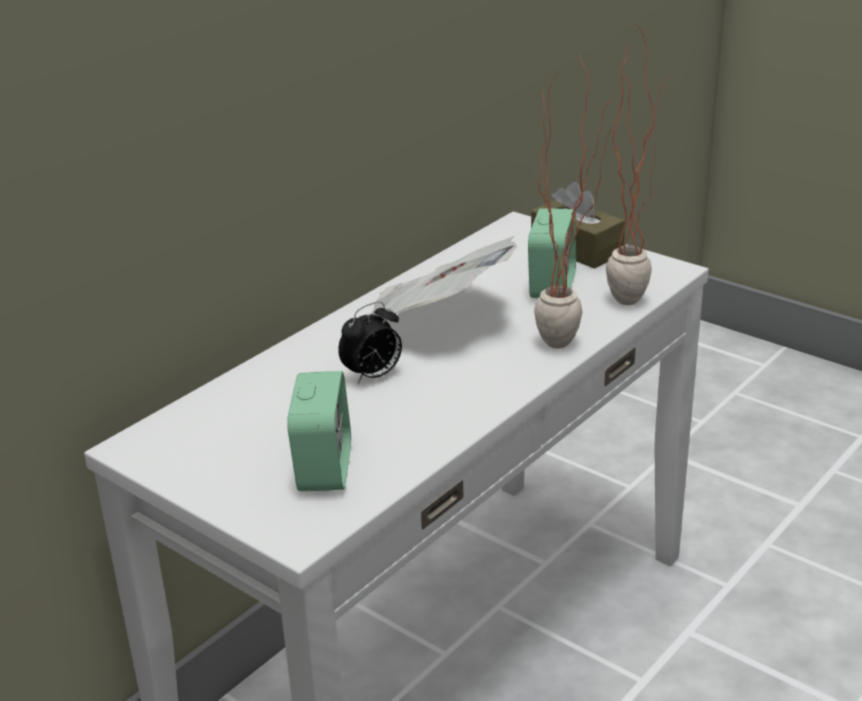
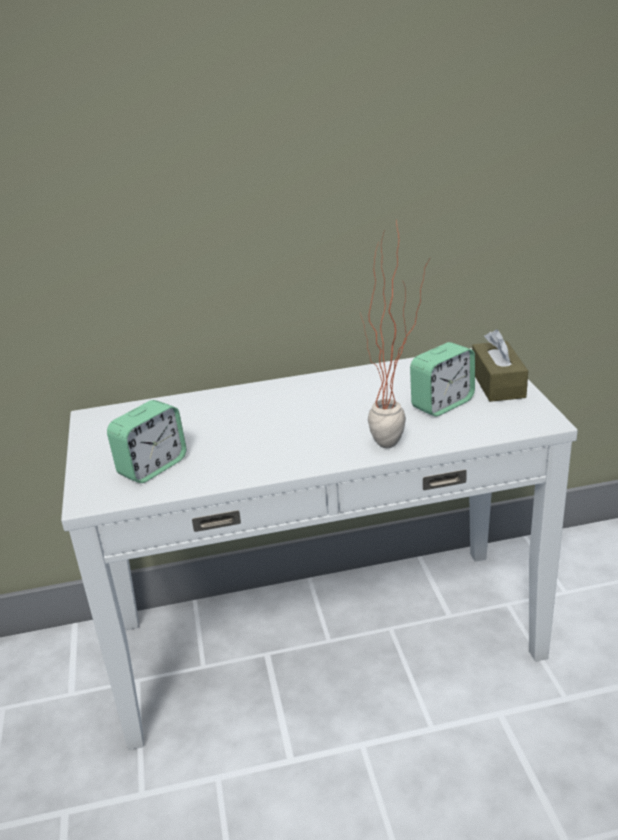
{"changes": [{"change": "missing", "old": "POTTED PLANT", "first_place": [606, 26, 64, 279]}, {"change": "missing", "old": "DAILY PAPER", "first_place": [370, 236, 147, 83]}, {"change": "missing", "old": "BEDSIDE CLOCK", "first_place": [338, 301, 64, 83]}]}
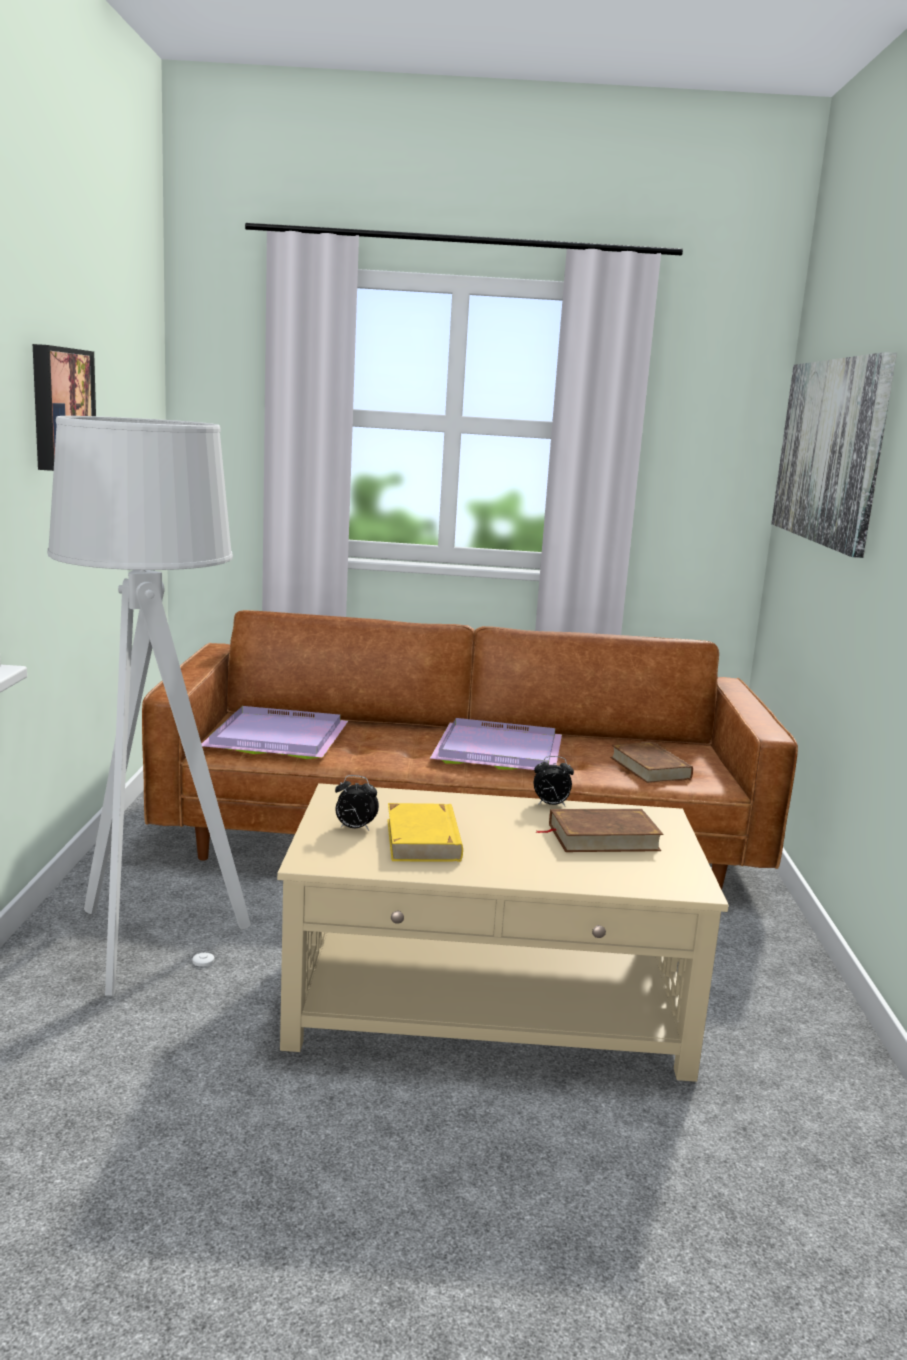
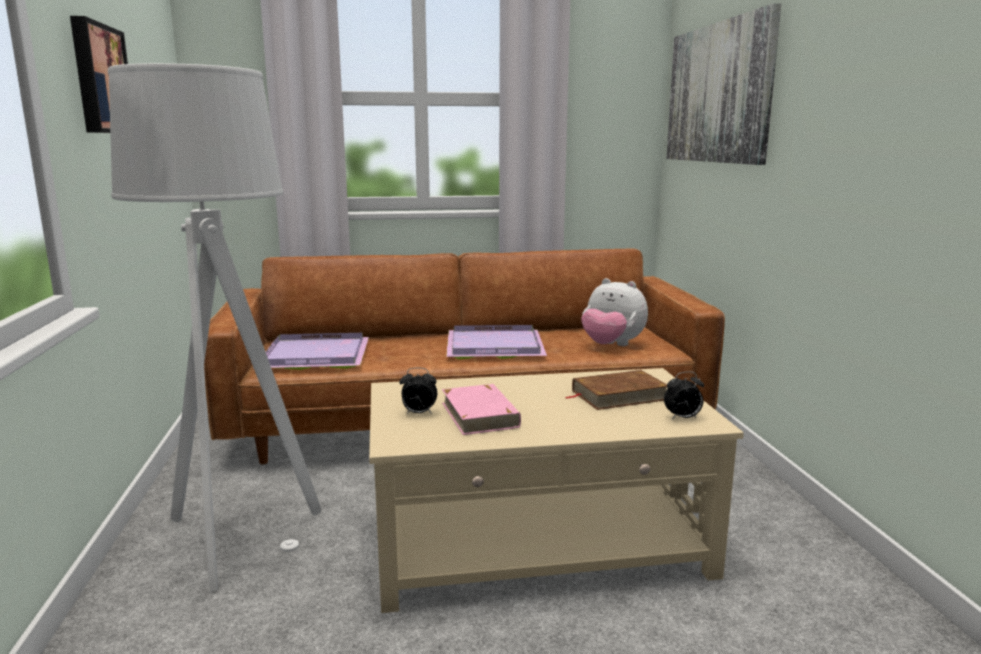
{"changes": [{"change": "exchanged", "old": "BROWN VOLUME", "new": "SOFT TOY", "first_place": [610, 742, 83, 41], "second_place": [581, 278, 67, 68]}, {"change": "relocated", "old": "BEDSIDE CLOCK", "first_place": [534, 756, 40, 50], "second_place": [664, 371, 40, 49]}, {"change": "colour", "old": "YELLOW-COLOURED VOLUME", "new": "PINKISH VOLUME", "first_place": [387, 803, 76, 59], "second_place": [442, 384, 79, 51]}]}
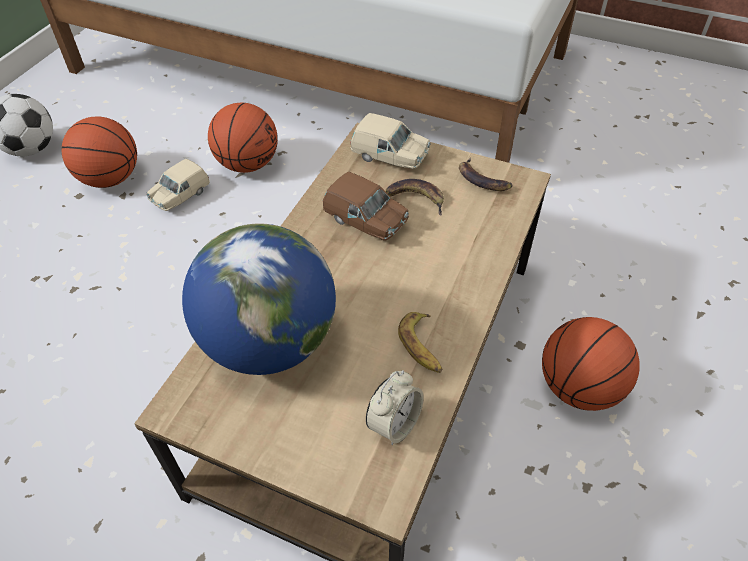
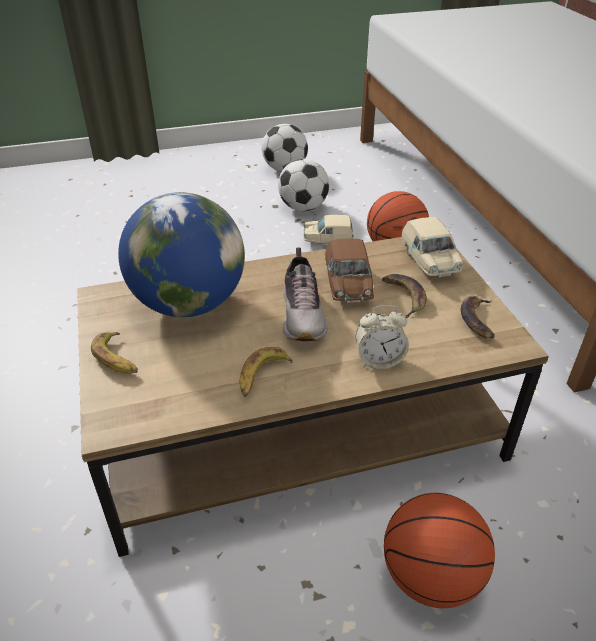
{"changes": [{"change": "exchanged", "old": "BASKETBALL BALL", "new": "FOOTBALL", "first_place": [62, 116, 75, 72], "second_place": [278, 159, 51, 52]}, {"change": "relocated", "old": "BEDSIDE CLOCK", "first_place": [366, 370, 58, 75], "second_place": [356, 305, 53, 64]}, {"change": "appeared", "new": "SHOE", "second_place": [283, 248, 45, 93]}, {"change": "appeared", "new": "WHOLE BANANA", "second_place": [91, 332, 47, 41]}]}
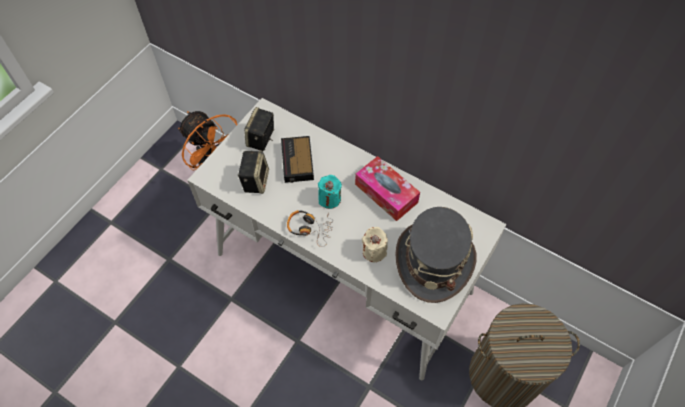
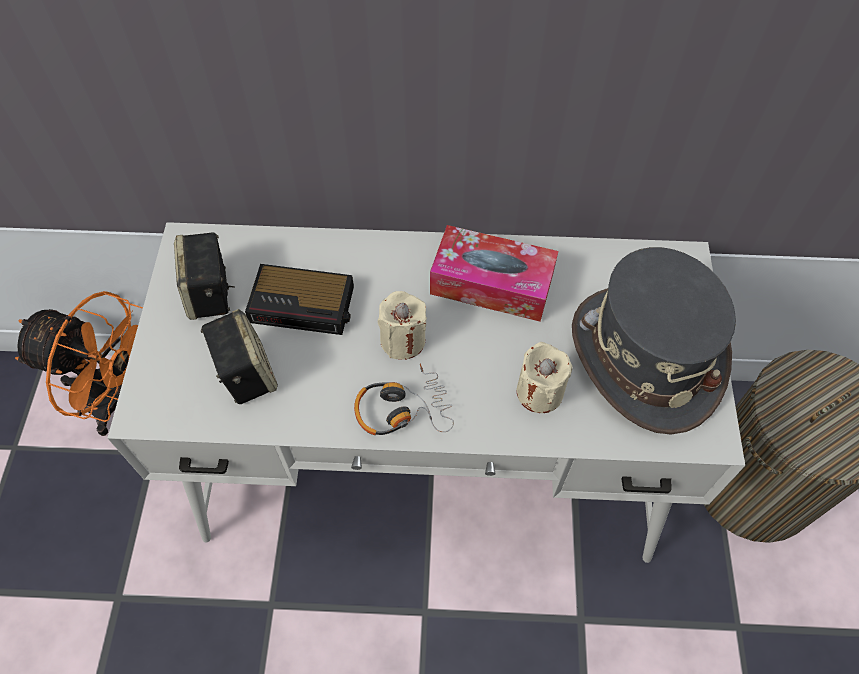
{"changes": [{"change": "spun", "old": "BEDSIDE CLOCK", "first_place": [281, 136, 33, 47], "second_place": [245, 264, 109, 71], "degrees": -45}, {"change": "colour", "old": "TURQUOISE-COLOURED WAX CANDLE", "new": "BEIGE WAX CANDLE", "first_place": [318, 175, 24, 34], "second_place": [378, 291, 49, 69]}]}
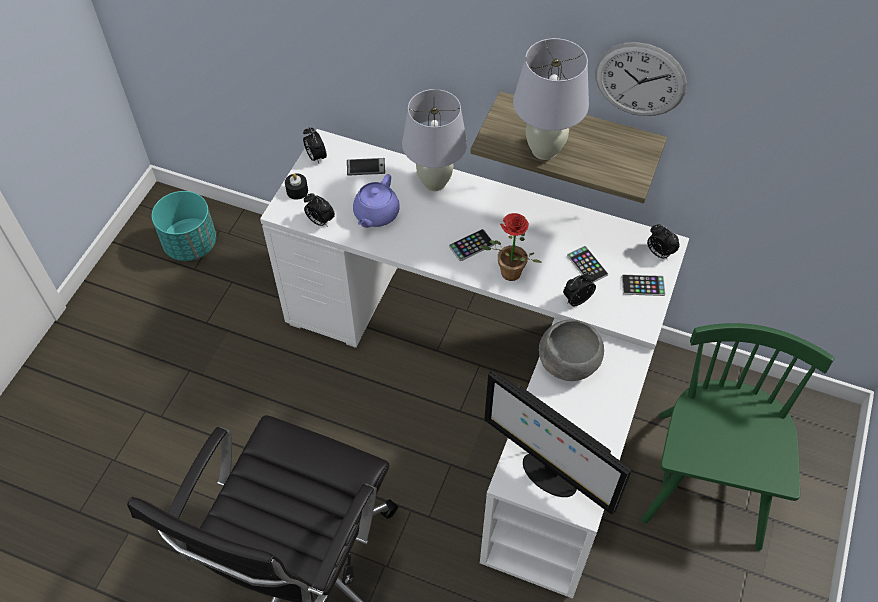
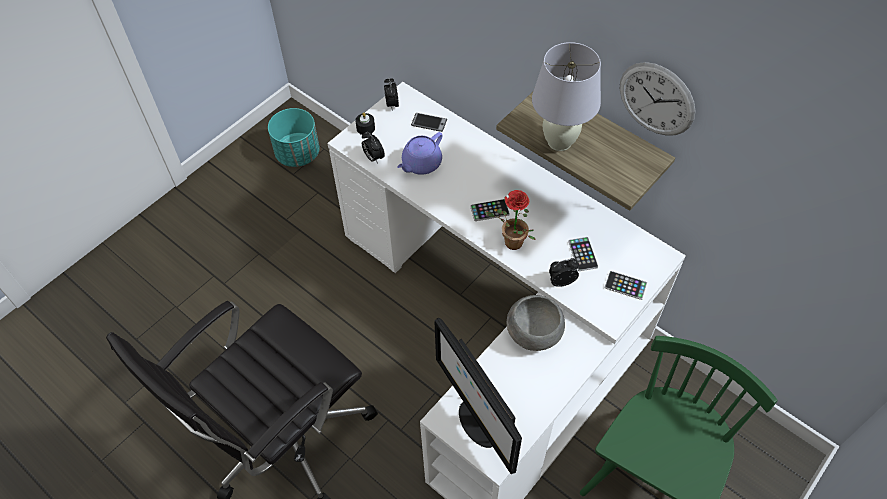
{"changes": [{"change": "missing", "old": "WHITE LAMP FOR A TABLE", "first_place": [402, 89, 65, 102]}, {"change": "missing", "old": "BEDSIDE CLOCK", "first_place": [647, 224, 32, 35]}]}
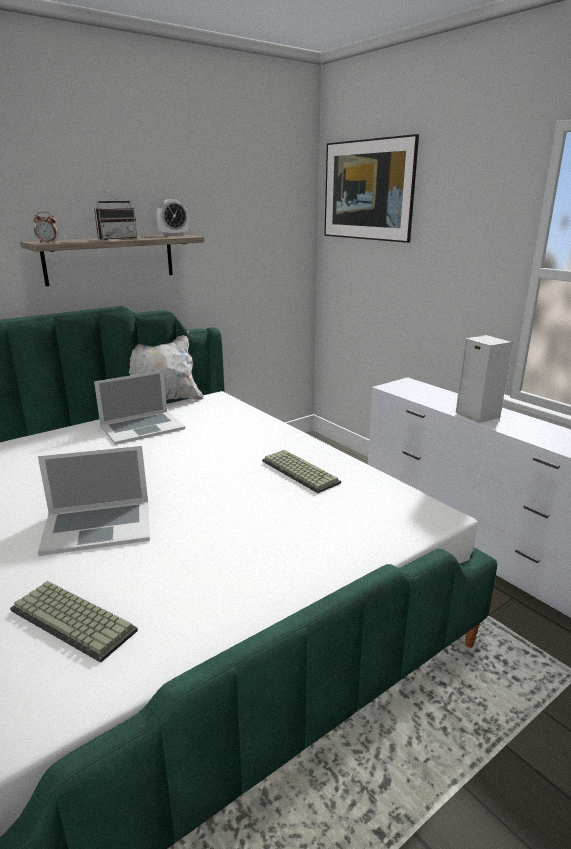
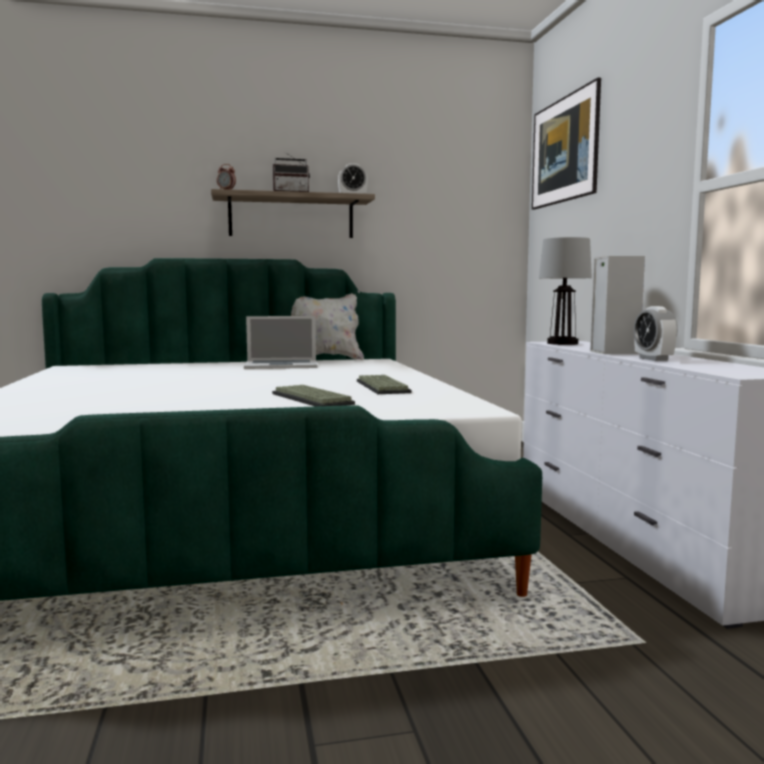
{"changes": [{"change": "missing", "old": "NOTEBOOK COMPUTER", "first_place": [38, 446, 112, 110]}, {"change": "relocated", "old": "COMPUTER KEYBOARD", "first_place": [10, 581, 128, 82], "second_place": [272, 385, 83, 21]}, {"change": "appeared", "new": "LAMP FOR A TABLE", "second_place": [539, 237, 53, 108]}, {"change": "appeared", "new": "BEDSIDE CLOCK", "second_place": [634, 306, 44, 55]}]}
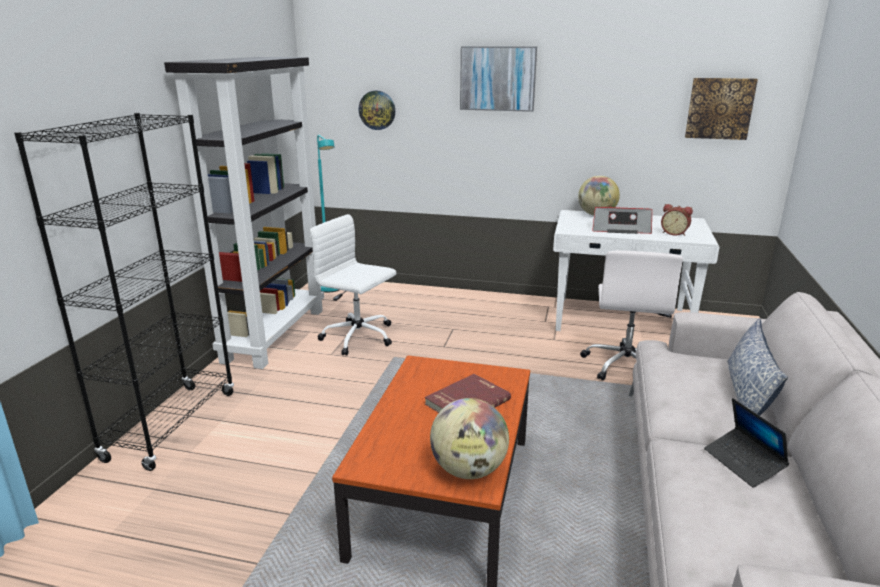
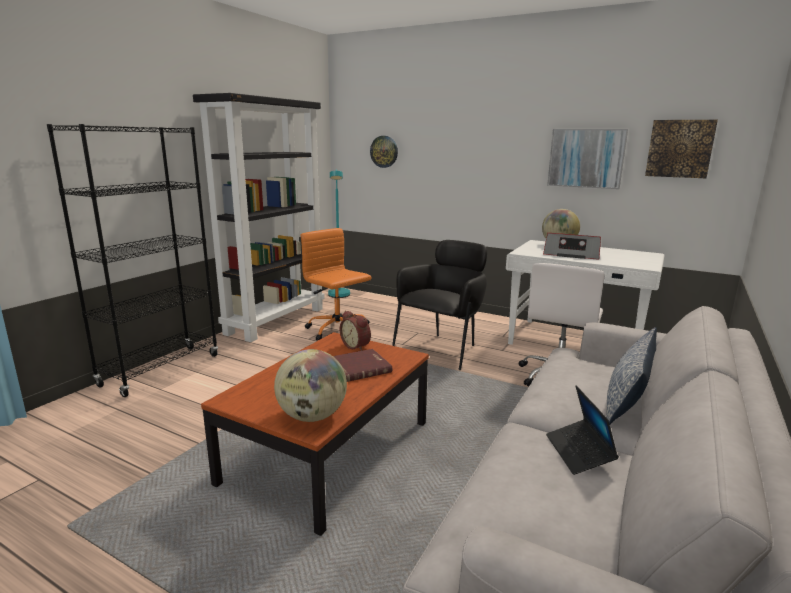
{"changes": [{"change": "relocated", "old": "WALL PICTURE", "first_place": [460, 46, 77, 66], "second_place": [547, 129, 81, 60]}, {"change": "relocated", "old": "BEDSIDE CLOCK", "first_place": [661, 204, 32, 32], "second_place": [340, 310, 31, 41]}, {"change": "colour", "old": "WHITE DESK CHAIR", "new": "ORANGE-COLOURED DESK CHAIR", "first_place": [310, 214, 86, 142], "second_place": [301, 228, 71, 113]}, {"change": "appeared", "new": "BLACK EASY CHAIR", "second_place": [392, 240, 95, 130]}]}
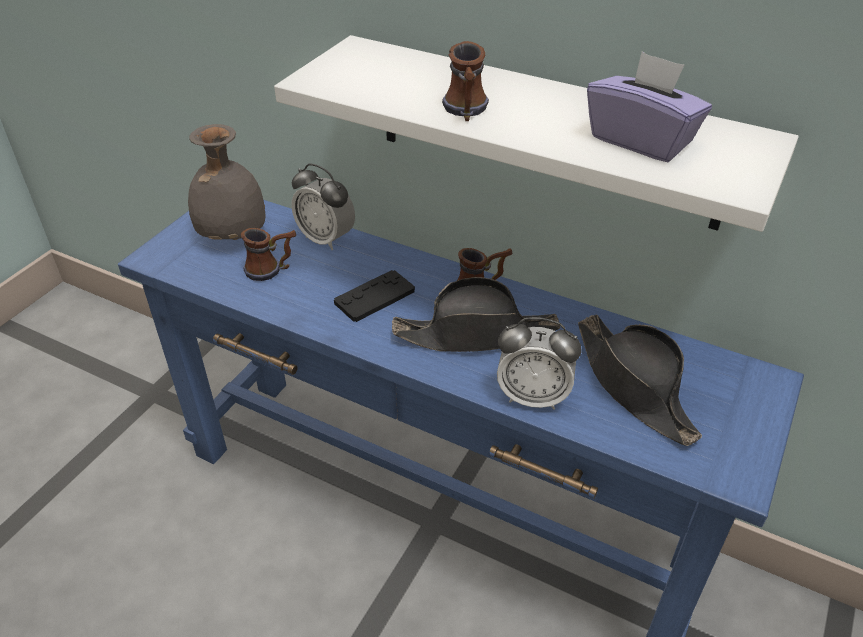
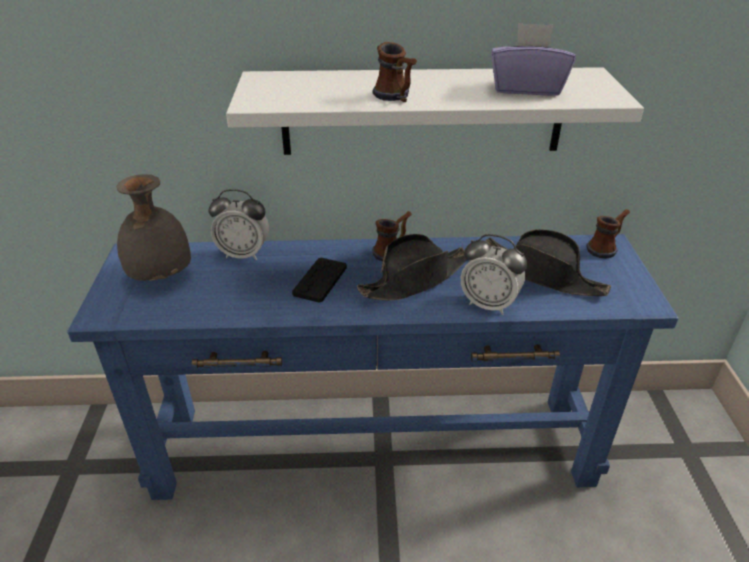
{"changes": [{"change": "relocated", "old": "COFFEE MUG", "first_place": [241, 228, 55, 53], "second_place": [587, 209, 43, 50]}, {"change": "spun", "old": "BEDSIDE CLOCK", "first_place": [497, 317, 85, 93], "second_place": [461, 234, 66, 81], "degrees": 45}]}
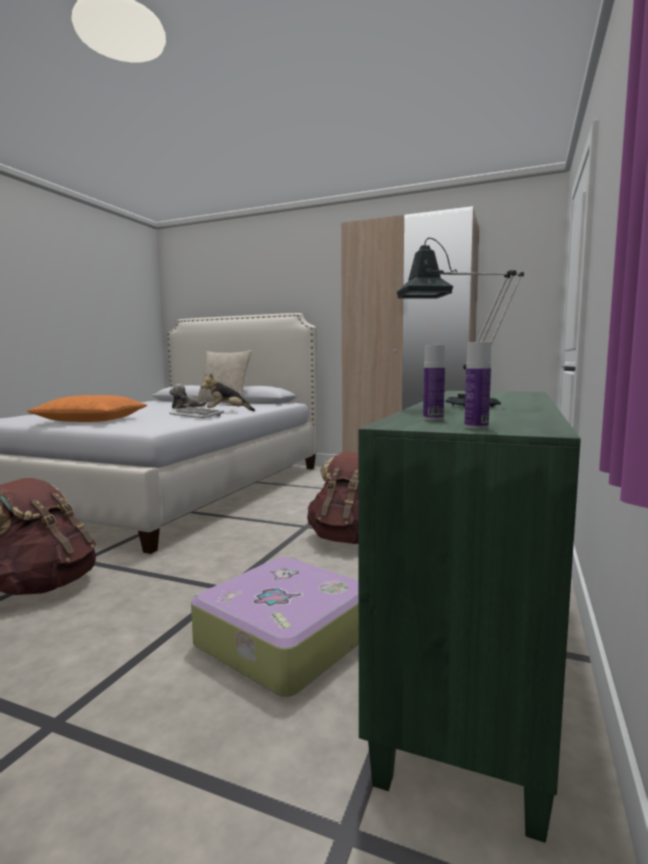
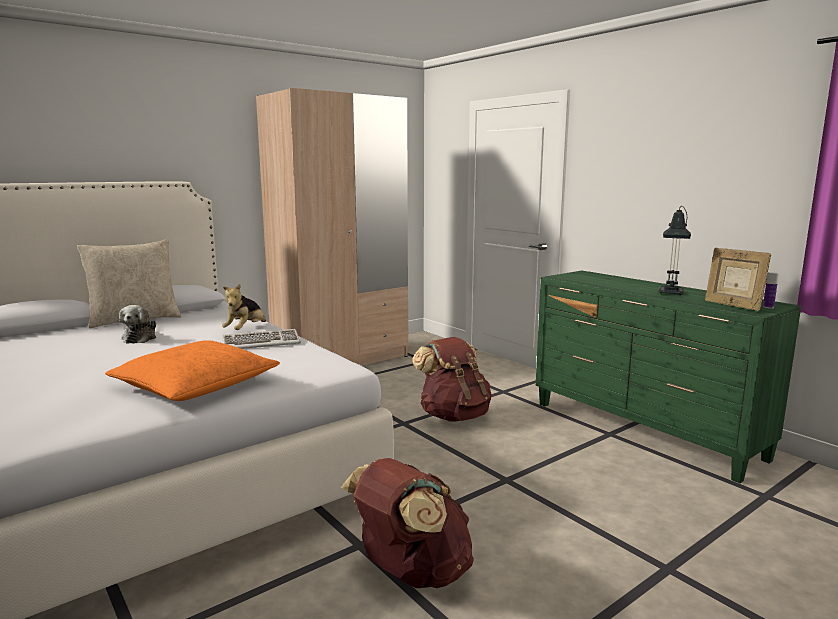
{"changes": [{"change": "exchanged", "old": "BEVERAGE BOTTLE", "new": "PICTURE FRAME", "first_place": [423, 345, 22, 75], "second_place": [705, 248, 66, 63]}, {"change": "missing", "old": "TRAVEL CASE", "first_place": [191, 557, 168, 140]}]}
